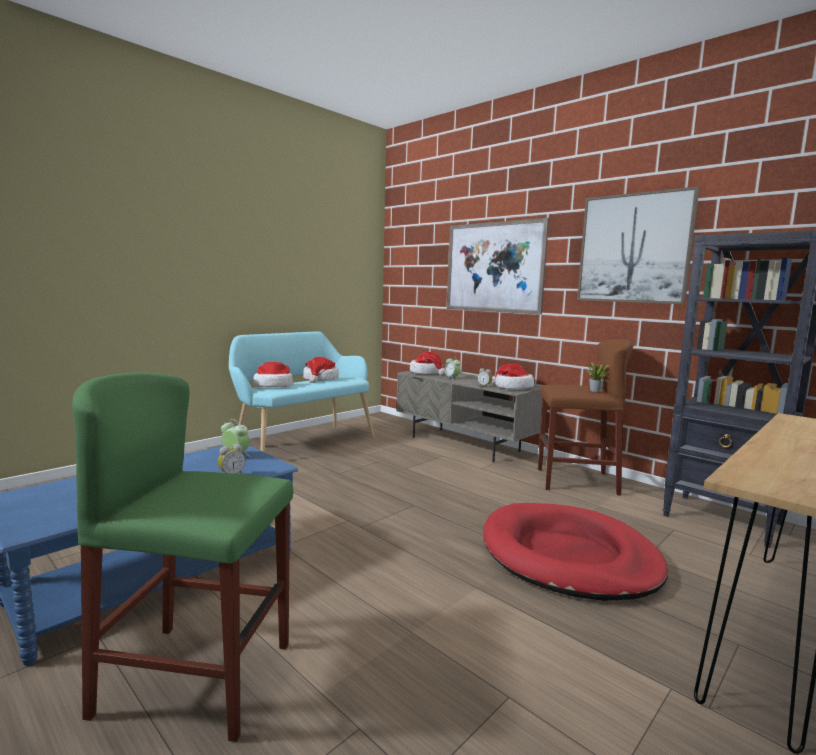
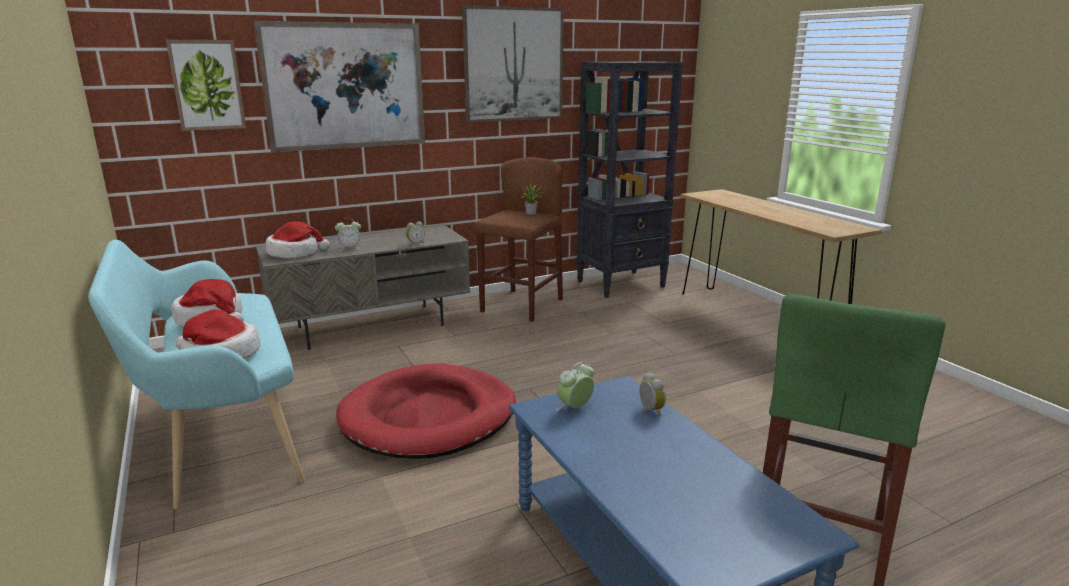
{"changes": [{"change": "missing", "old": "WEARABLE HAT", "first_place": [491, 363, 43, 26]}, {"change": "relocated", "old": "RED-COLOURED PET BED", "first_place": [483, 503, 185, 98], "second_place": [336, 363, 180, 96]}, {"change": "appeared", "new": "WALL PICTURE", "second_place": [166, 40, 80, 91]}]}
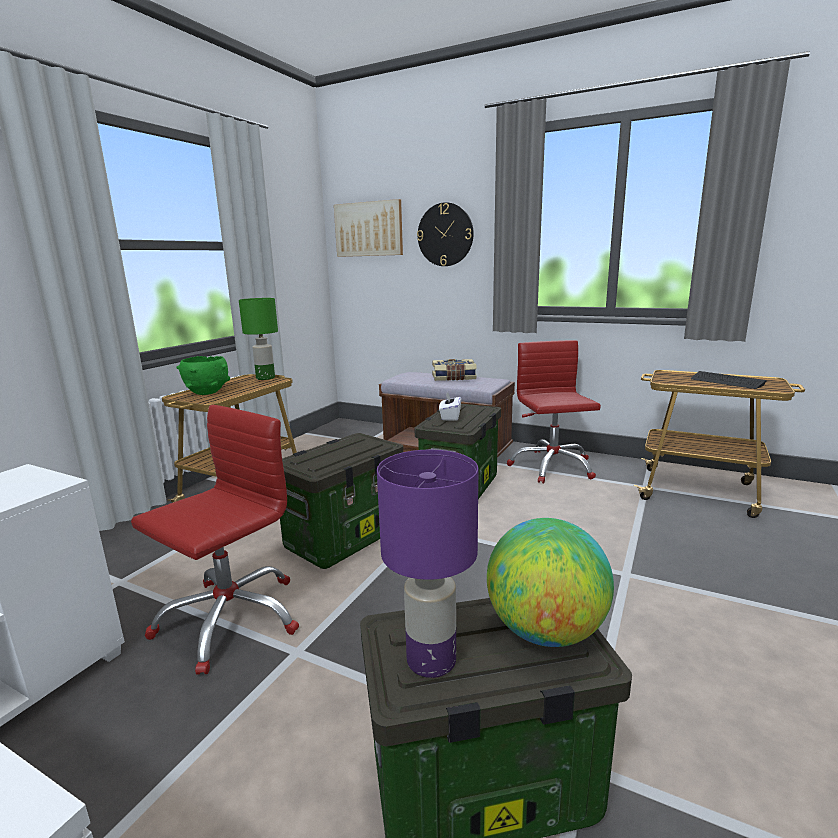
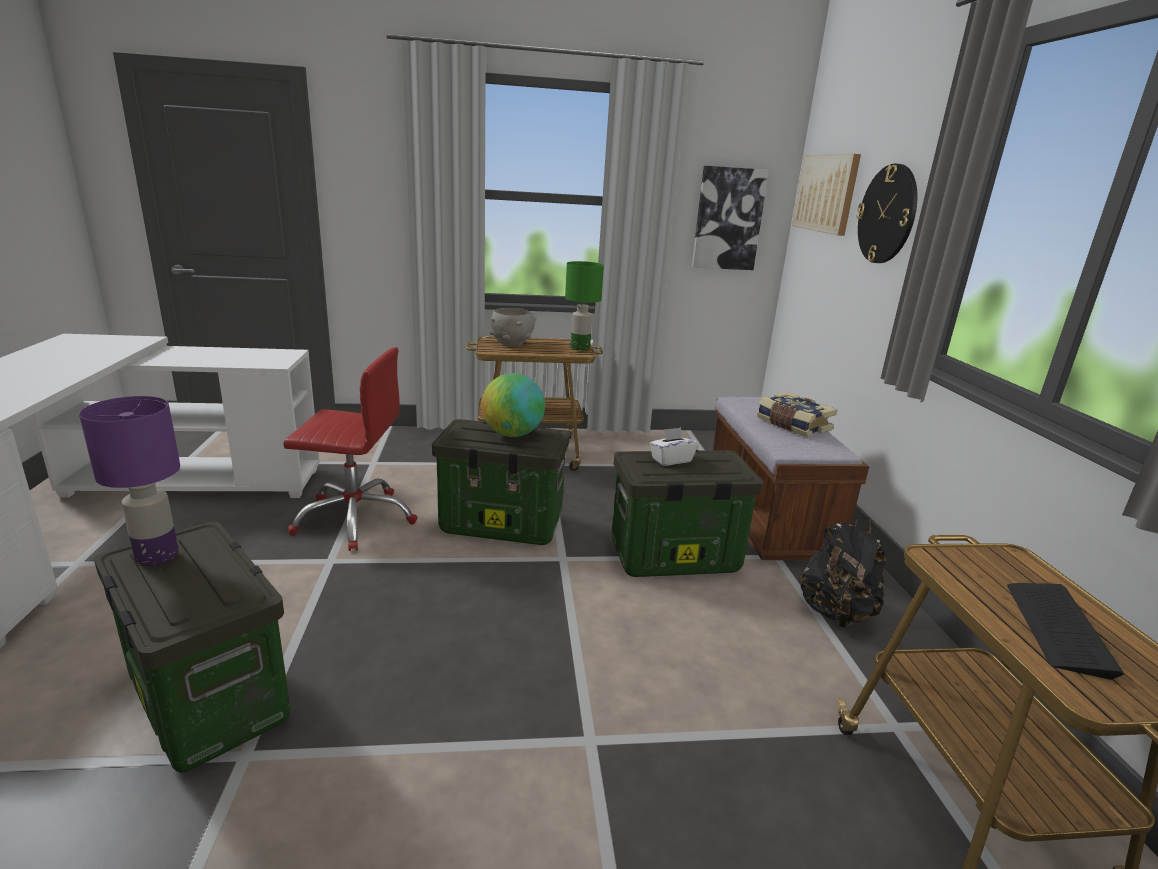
{"changes": [{"change": "exchanged", "old": "RED-COLOURED DESK CHAIR", "new": "BLACK BACKPACK", "first_place": [507, 340, 94, 144], "second_place": [799, 517, 87, 111]}, {"change": "colour", "old": "GREENISH SERVING BOWL", "new": "GRAY SERVING BOWL", "first_place": [176, 356, 54, 39], "second_place": [489, 308, 48, 38]}, {"change": "relocated", "old": "GLOBE", "first_place": [487, 518, 127, 129], "second_place": [481, 373, 64, 64]}, {"change": "appeared", "new": "WALL PICTURE", "second_place": [692, 166, 77, 104]}]}
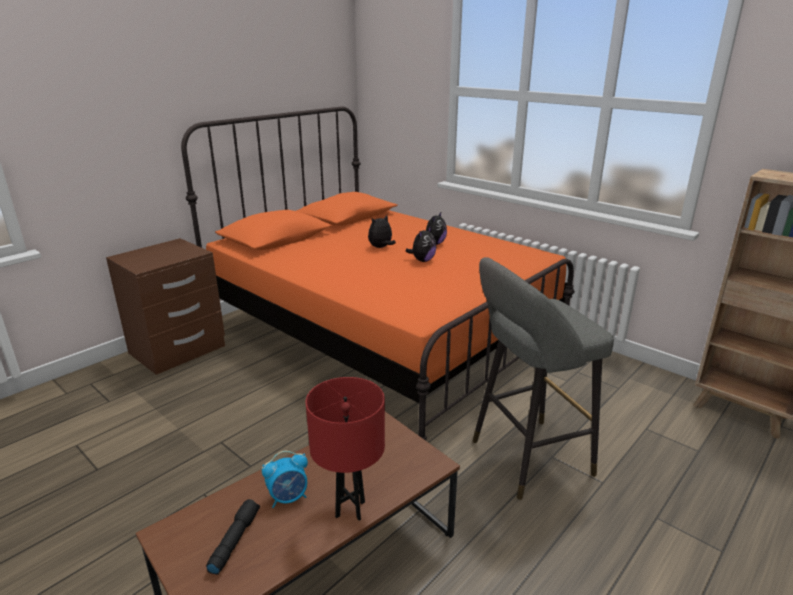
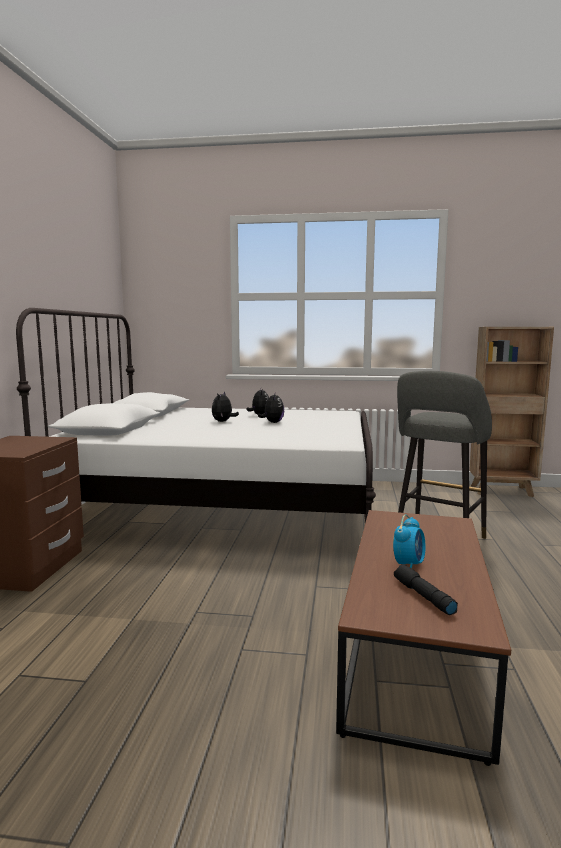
{"changes": [{"change": "colour", "old": "ORANGE-COLOURED BED", "new": "WHITE BED", "first_place": [181, 107, 394, 334], "second_place": [16, 308, 360, 214]}, {"change": "missing", "old": "RED-COLOURED LAMP FOR A TABLE", "first_place": [306, 377, 79, 144]}]}
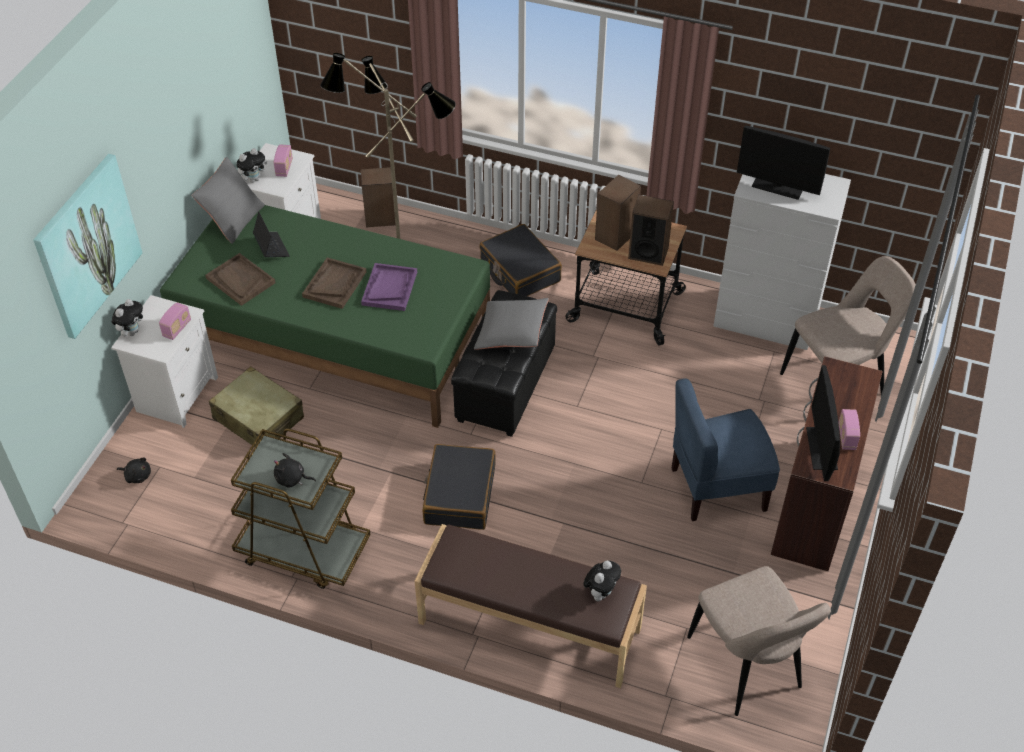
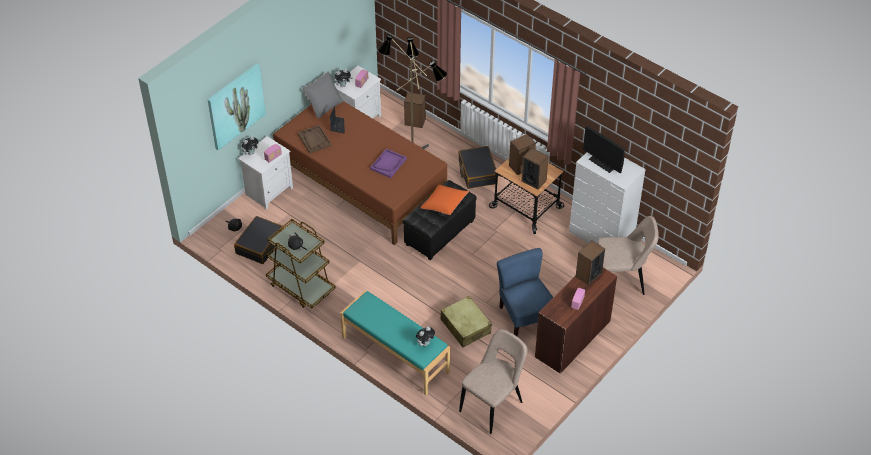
{"changes": [{"change": "colour", "old": "GREENISH BED", "new": "BROWN BED", "first_place": [160, 205, 330, 223], "second_place": [273, 102, 174, 143]}, {"change": "missing", "old": "BROWN TRAY", "first_place": [302, 257, 65, 52]}, {"change": "colour", "old": "GRAY THROW PILLOW", "new": "ORANGE-COLOURED THROW PILLOW", "first_place": [474, 298, 75, 51], "second_place": [420, 185, 49, 30]}, {"change": "missing", "old": "COMPUTER SCREEN", "first_place": [806, 365, 34, 116]}, {"change": "relocated", "old": "BEIGE TRAVEL CASE", "first_place": [209, 367, 95, 80], "second_place": [440, 296, 52, 51]}, {"change": "spun", "old": "BLUISH UPRIGHT CHAIR", "first_place": [671, 378, 109, 143], "second_place": [497, 248, 56, 88], "degrees": 60}, {"change": "relocated", "old": "BLACK TRAVEL CASE", "first_place": [422, 444, 74, 86], "second_place": [234, 216, 50, 48]}, {"change": "colour", "old": "BROWN BENCH", "new": "TURQUOISE-COLOURED BENCH", "first_place": [415, 524, 232, 164], "second_place": [340, 290, 110, 105]}, {"change": "spun", "old": "BEIGE UPRIGHT CHAIR", "first_place": [687, 566, 144, 150], "second_place": [459, 329, 68, 105], "degrees": -135}, {"change": "appeared", "new": "AUDIO SPEAKER", "second_place": [576, 240, 29, 45]}]}
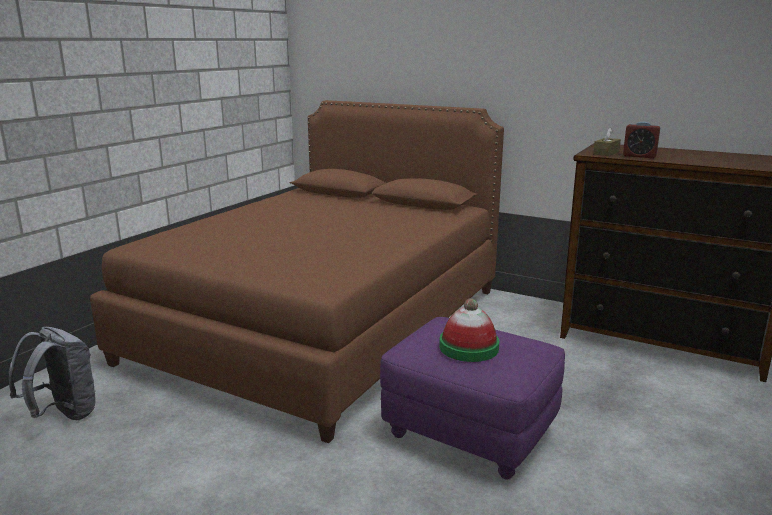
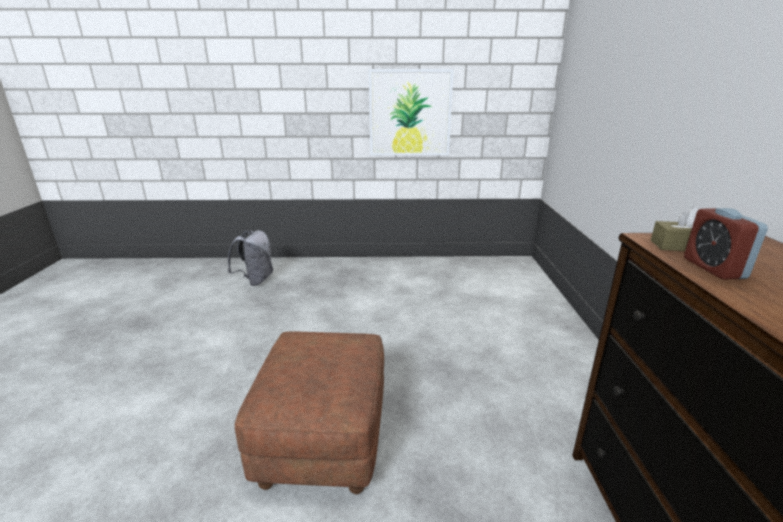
{"changes": [{"change": "missing", "old": "BROWN BED", "first_place": [90, 100, 414, 343]}, {"change": "missing", "old": "WEARABLE HAT", "first_place": [439, 298, 60, 64]}, {"change": "colour", "old": "PURPLISH POUFFE", "new": "BROWN POUFFE", "first_place": [380, 317, 185, 163], "second_place": [235, 331, 149, 163]}, {"change": "appeared", "new": "WALL PICTURE", "second_place": [369, 69, 85, 86]}]}
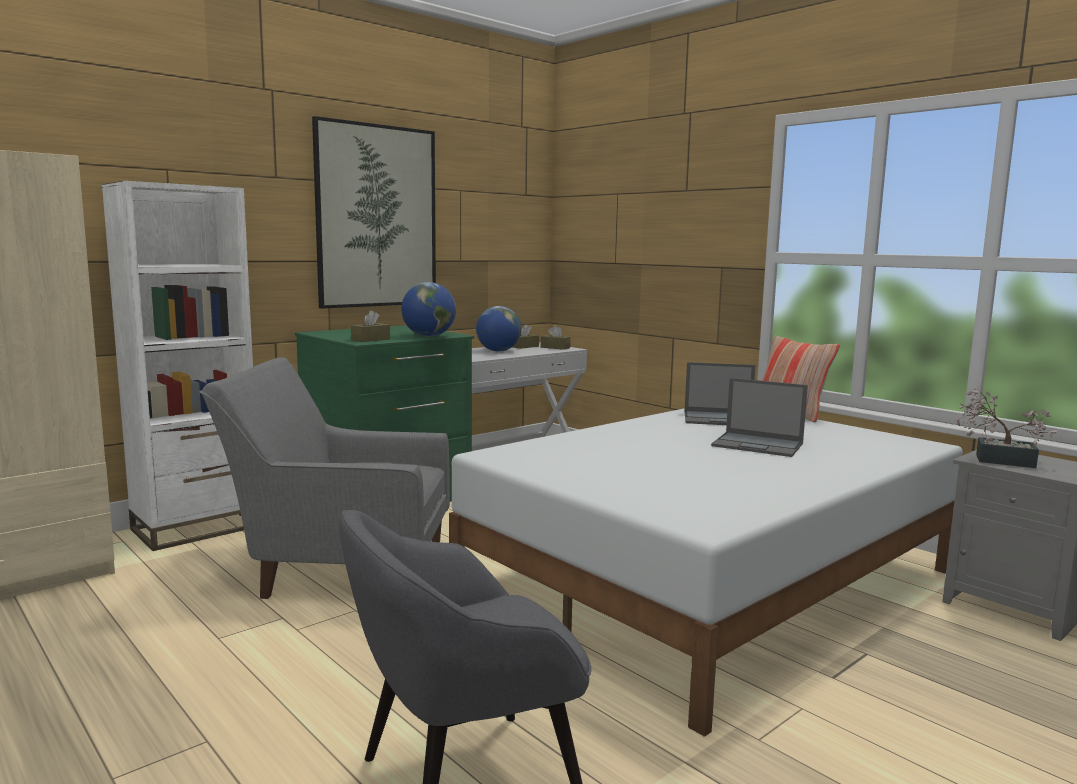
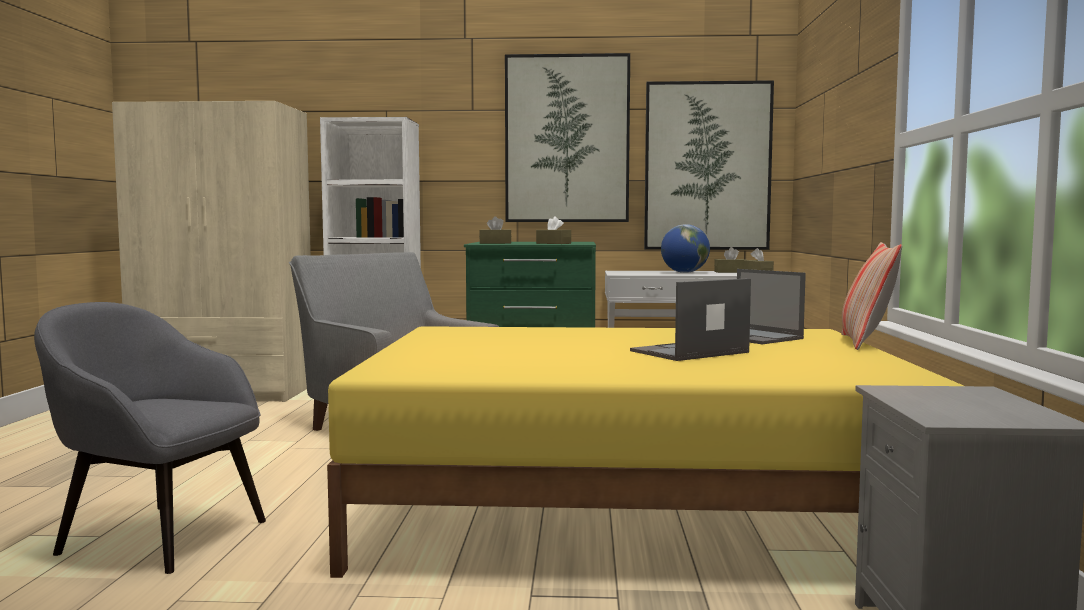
{"changes": [{"change": "exchanged", "old": "GLOBE", "new": "BROWN BOX OF TISSUES", "first_place": [401, 282, 55, 55], "second_place": [536, 216, 35, 28]}, {"change": "spun", "old": "NOTEBOOK COMPUTER", "first_place": [711, 378, 97, 79], "second_place": [630, 278, 121, 83], "degrees": 75}, {"change": "missing", "old": "POTTED PLANT", "first_place": [956, 388, 101, 80]}, {"change": "colour", "old": "WHITE BED", "new": "YELLOW-COLOURED BED", "first_place": [449, 408, 514, 329], "second_place": [327, 326, 637, 252]}, {"change": "appeared", "new": "WALL PICTURE", "second_place": [644, 80, 130, 170]}]}
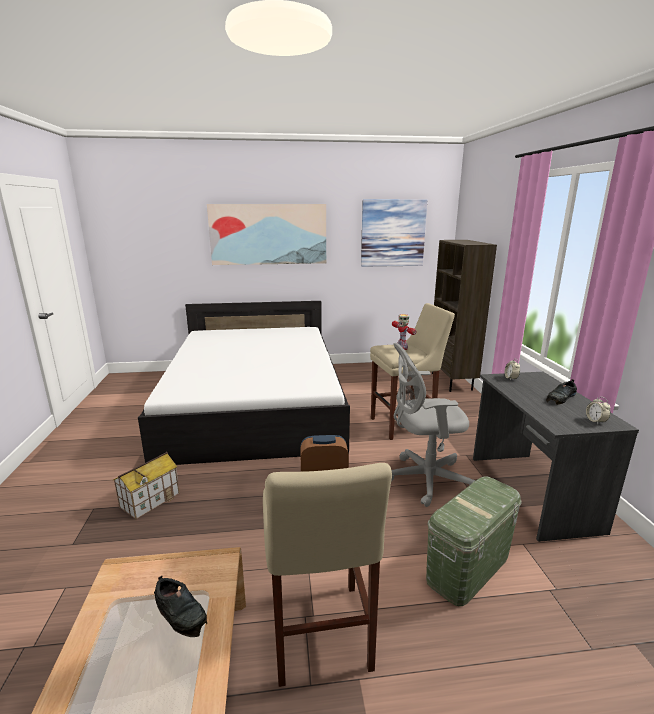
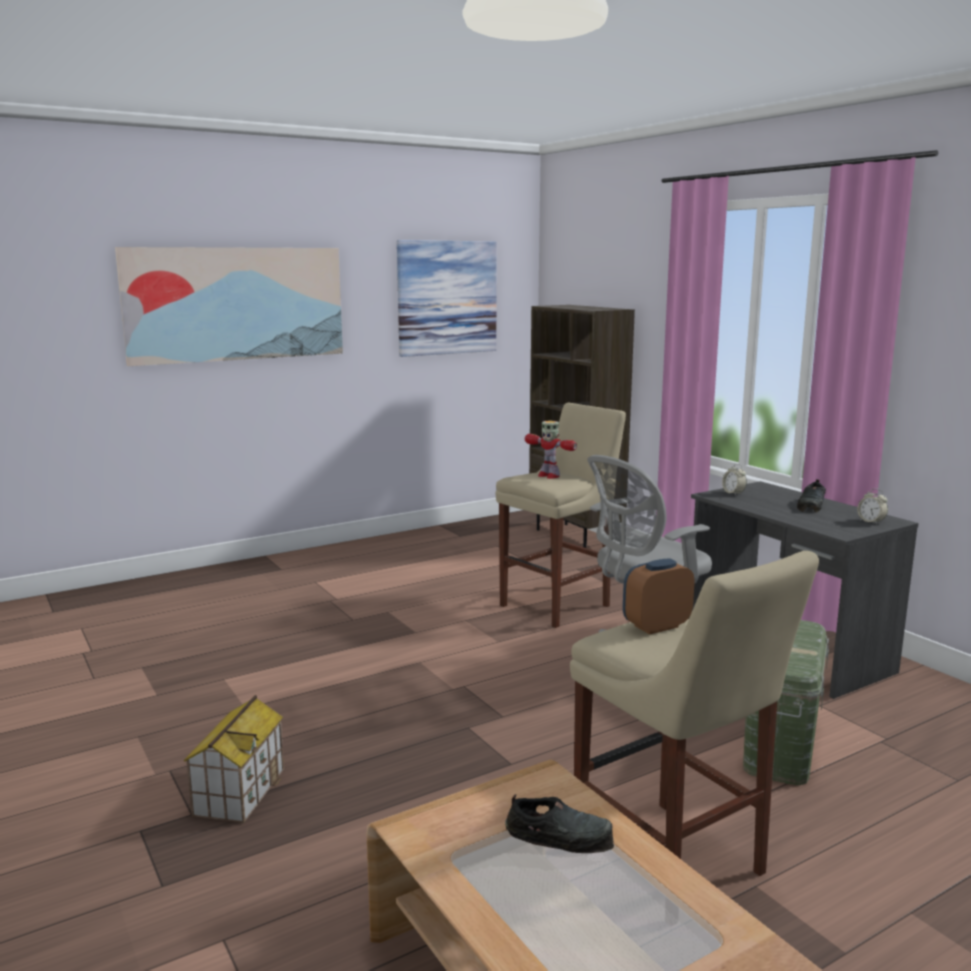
{"changes": [{"change": "missing", "old": "WHITE BED", "first_place": [138, 301, 212, 164]}]}
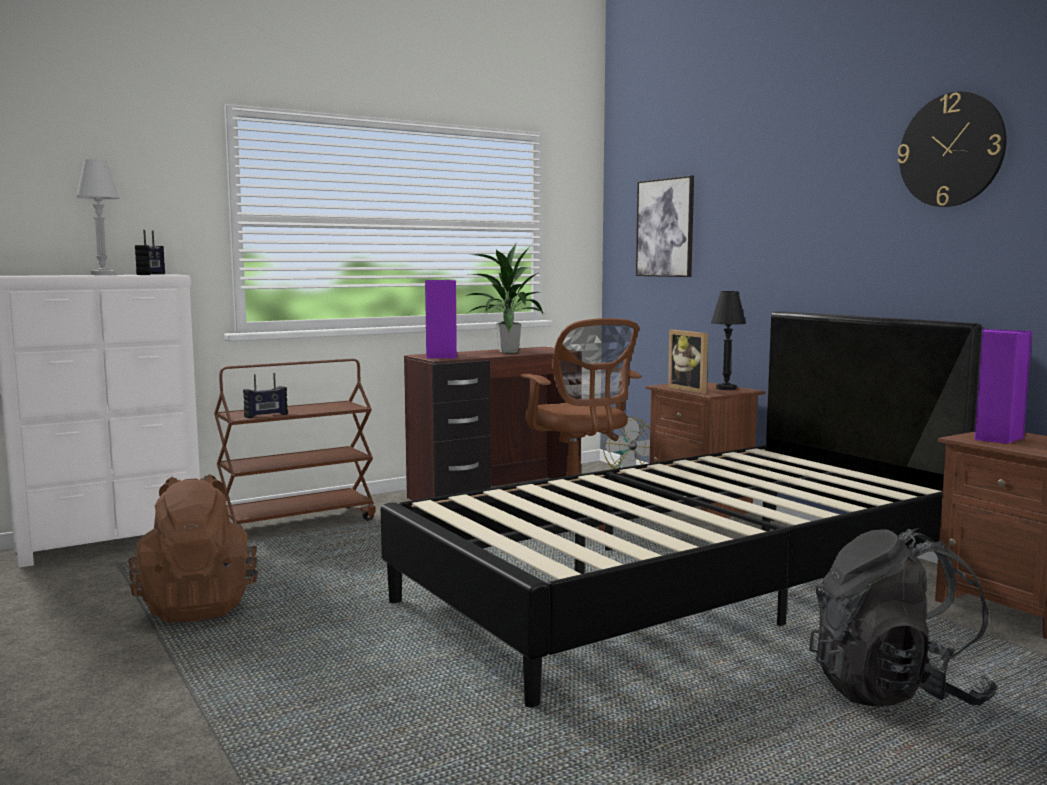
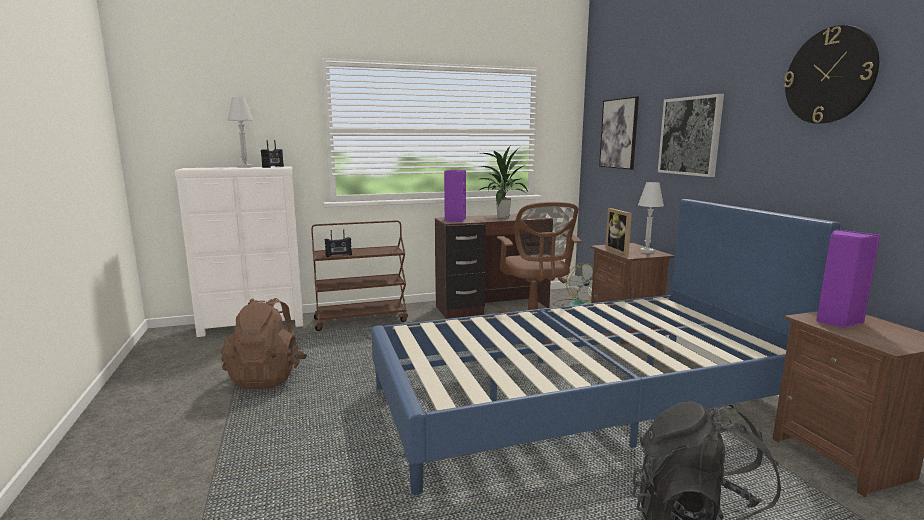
{"changes": [{"change": "colour", "old": "BLACK LAMP FOR A TABLE", "new": "WHITE LAMP FOR A TABLE", "first_place": [711, 291, 35, 99], "second_place": [638, 182, 26, 71]}, {"change": "colour", "old": "BLACK BED", "new": "BLUISH BED", "first_place": [381, 311, 601, 396], "second_place": [371, 199, 470, 296]}, {"change": "appeared", "new": "WALL PICTURE", "second_place": [658, 94, 66, 83]}]}
